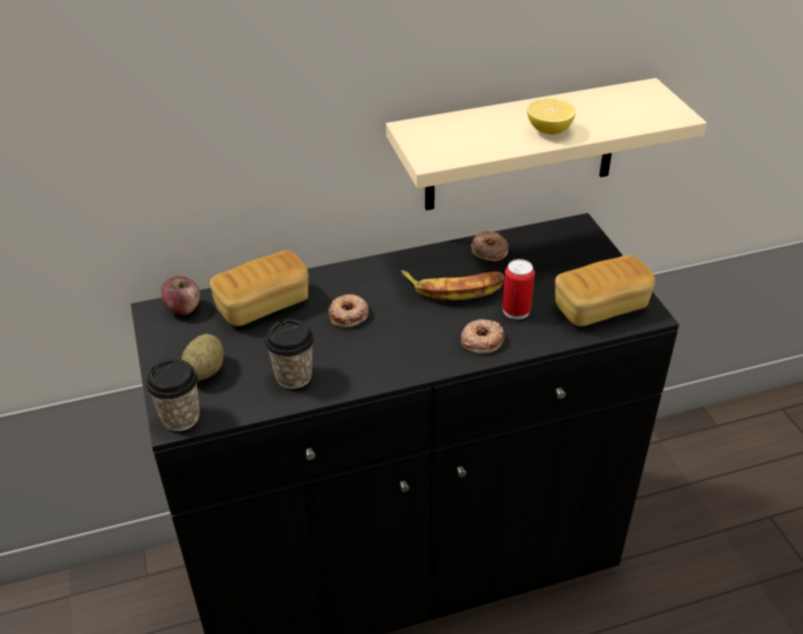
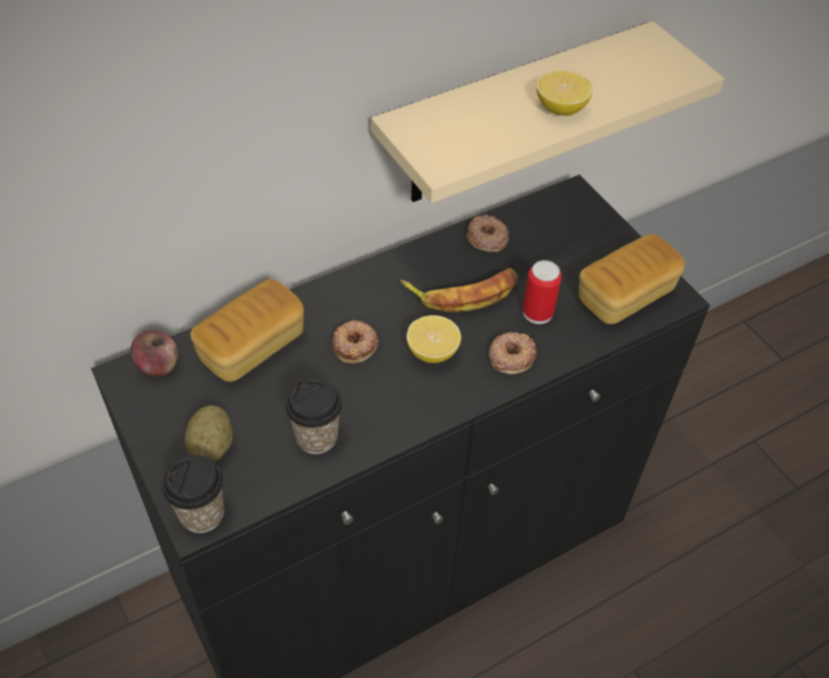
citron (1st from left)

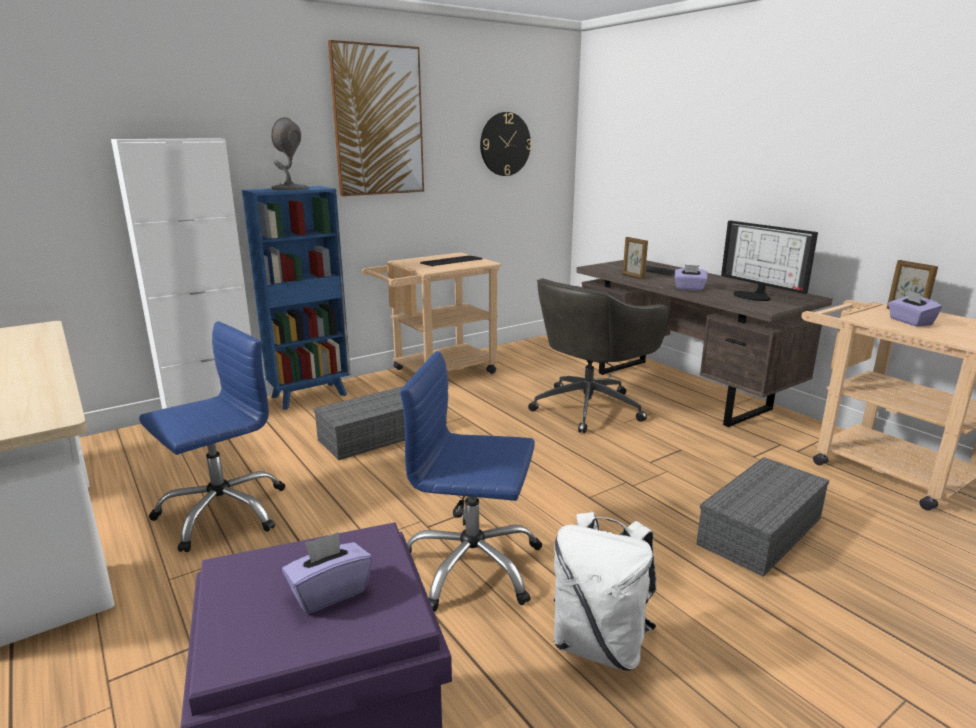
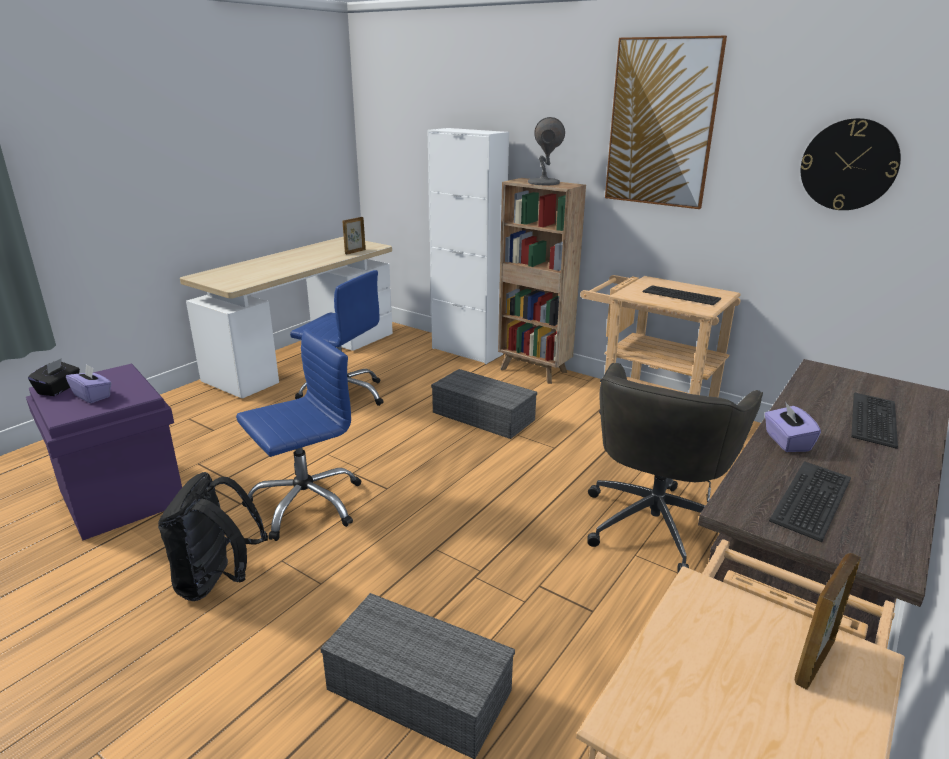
boîte à mouchoirs (noir); sac à dos (noir); chaise de bureau (bleu) (1st from left); cadre photo (1st from left); bibliothèque (marron); chaise de bureau (gris); clavier (2nd from left); boîte à mouchoirs (violet) (3rd from left in the first image)

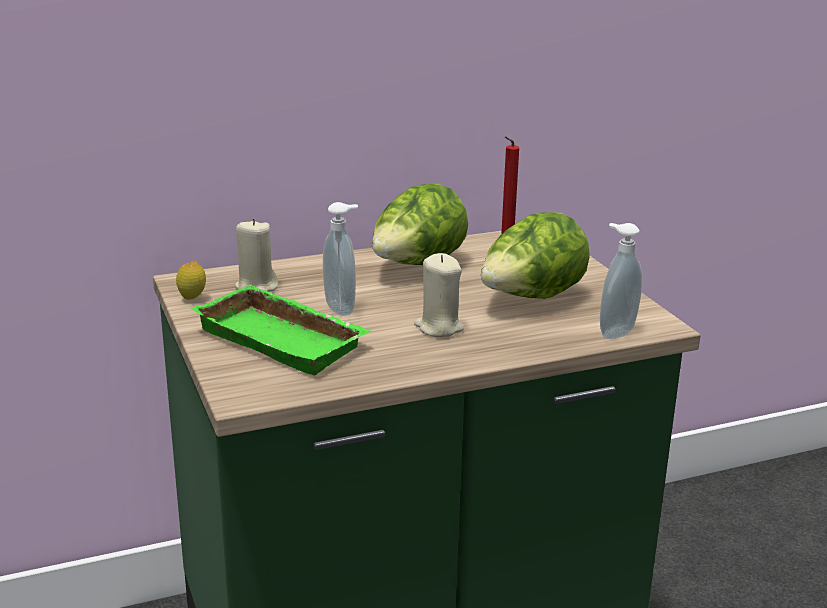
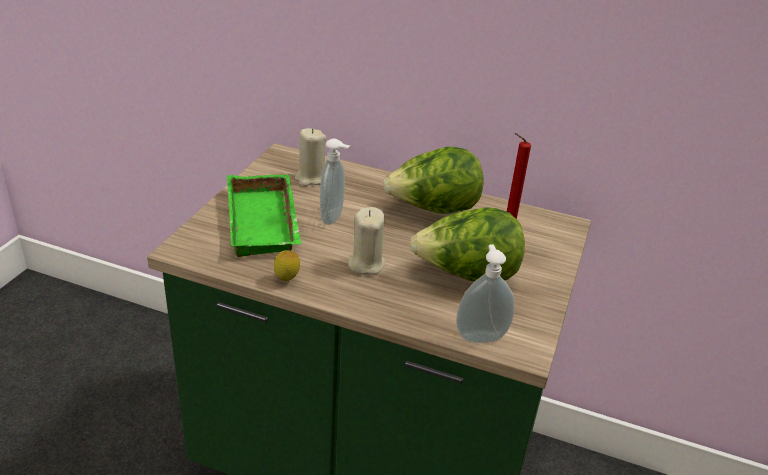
citron

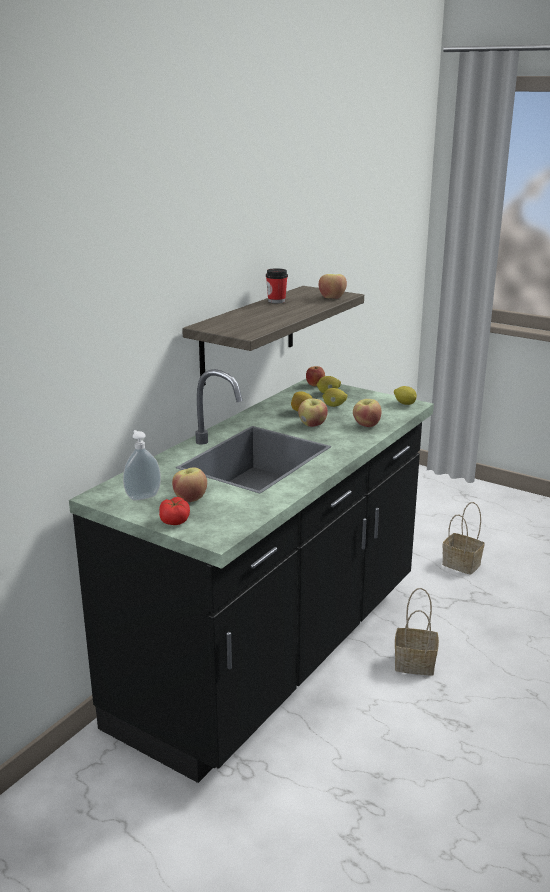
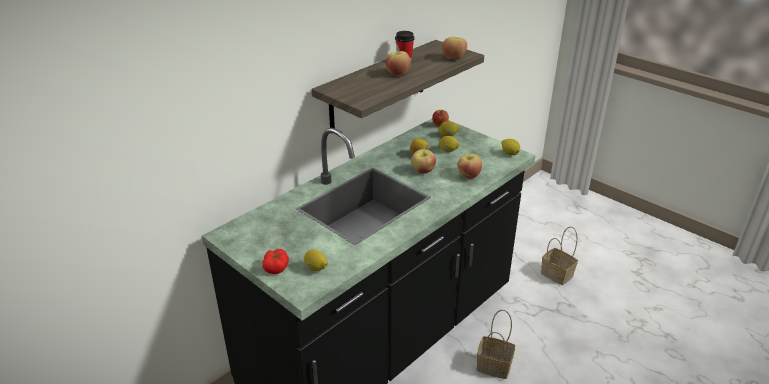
citron (1st from left); pomme (1st from left); distributeur de savon

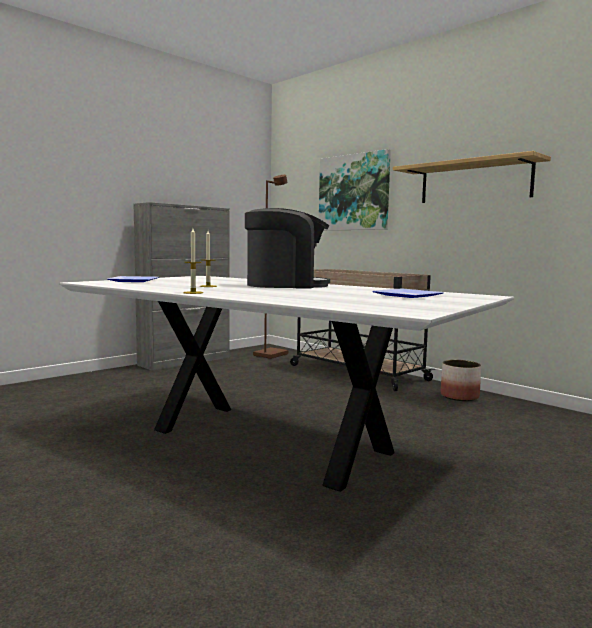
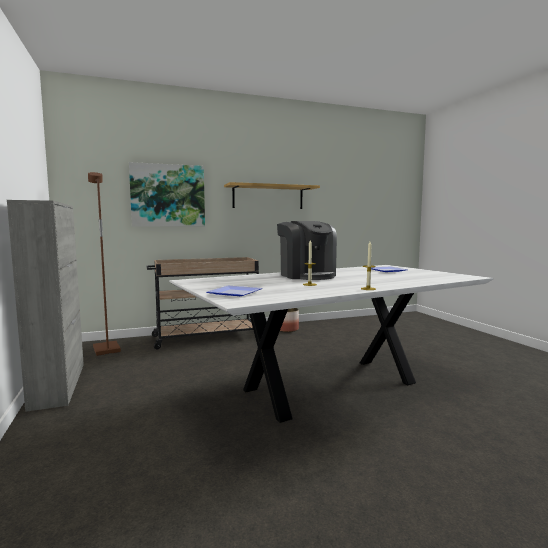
machine à café

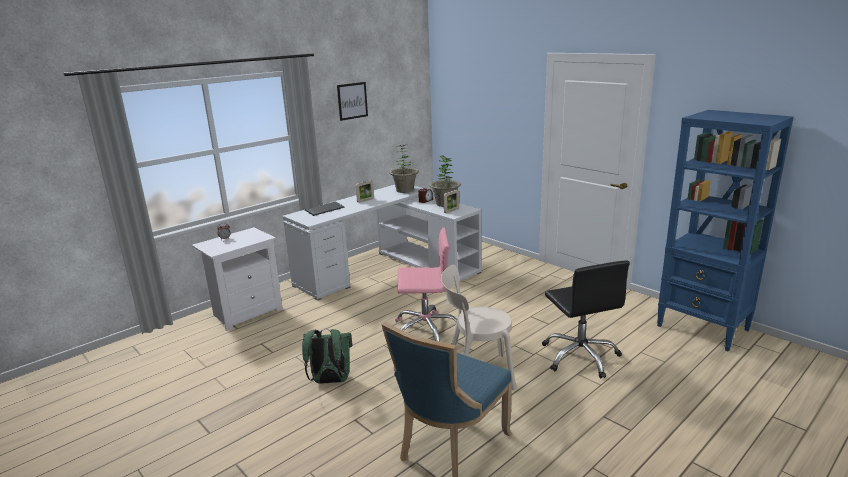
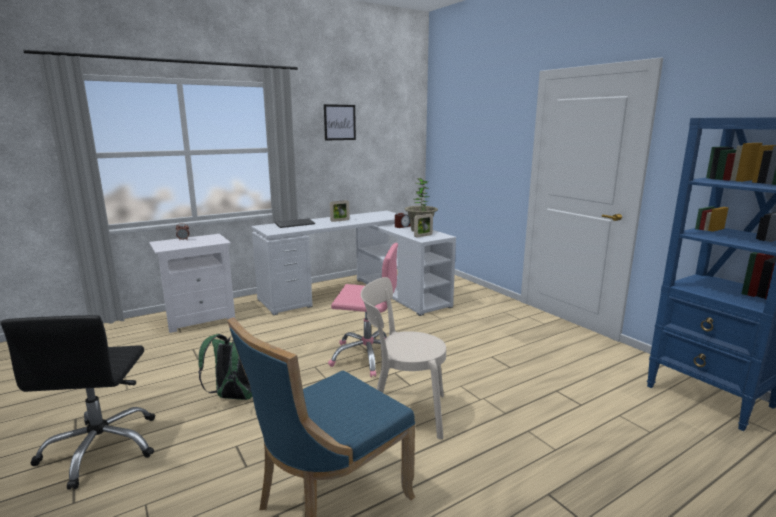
chaise de bureau (noir); plante en pot (1st from left in the first image)

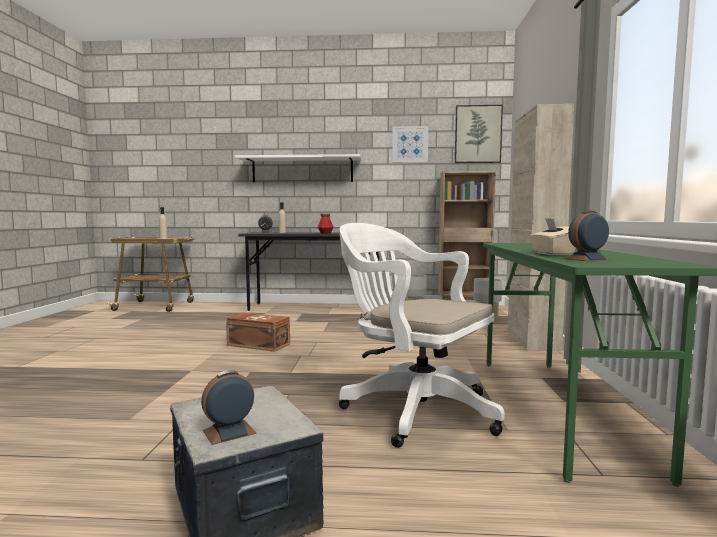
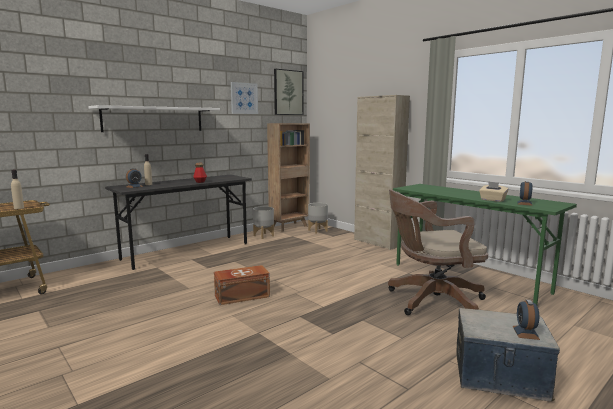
chaise de bureau (marron)

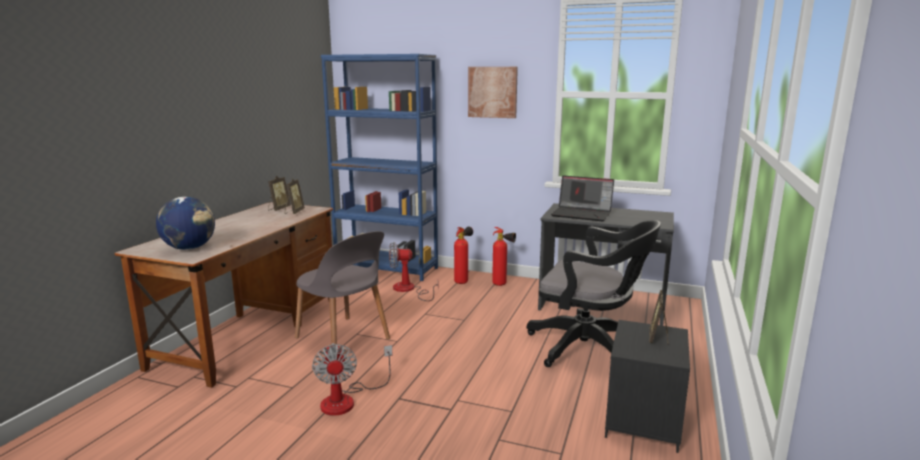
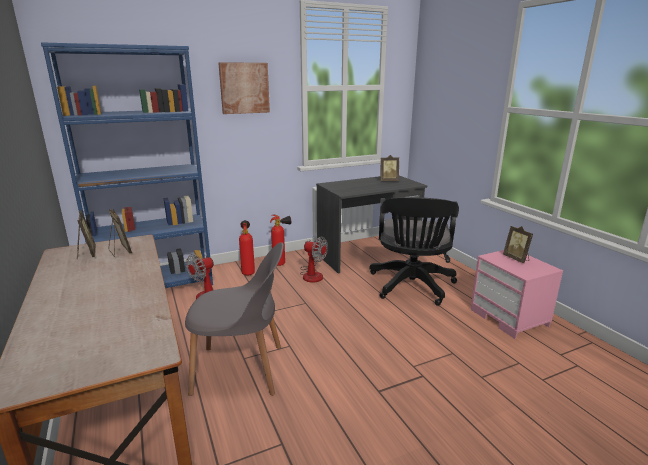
ventilateur (2nd from left); chaise de bureau (noir); cadre photo (3rd from left); table de chevet (rose); globe; ordinateur portable

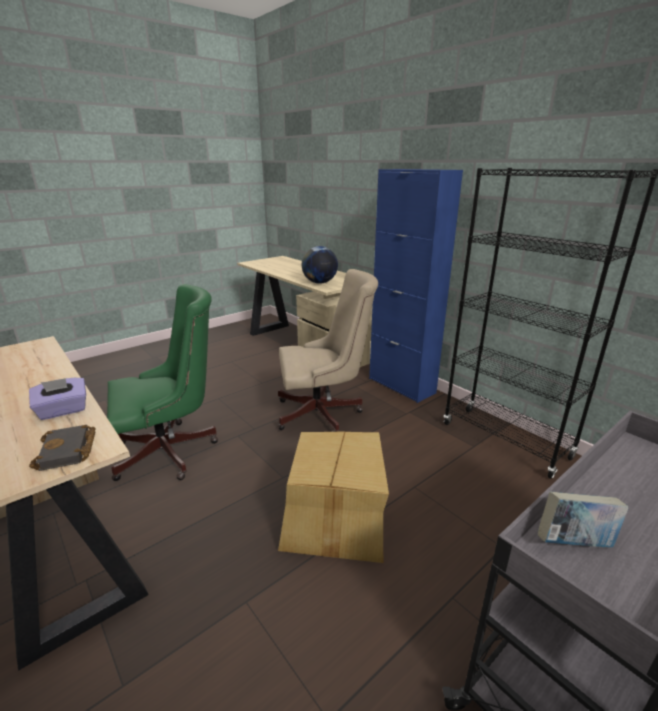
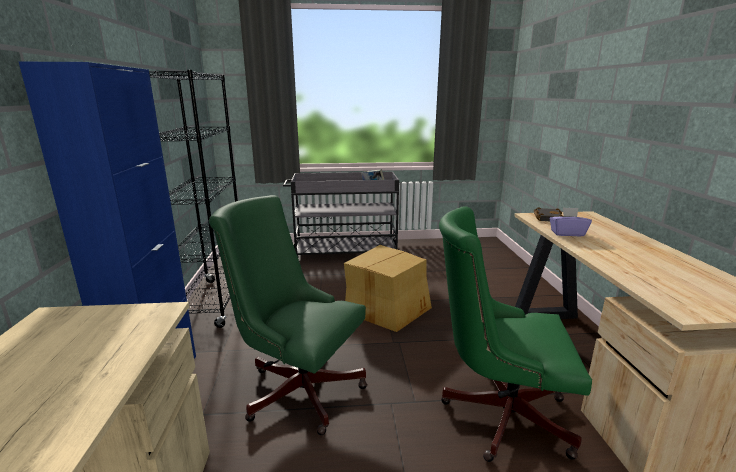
chaise de bureau (vert) (1st from left); globe

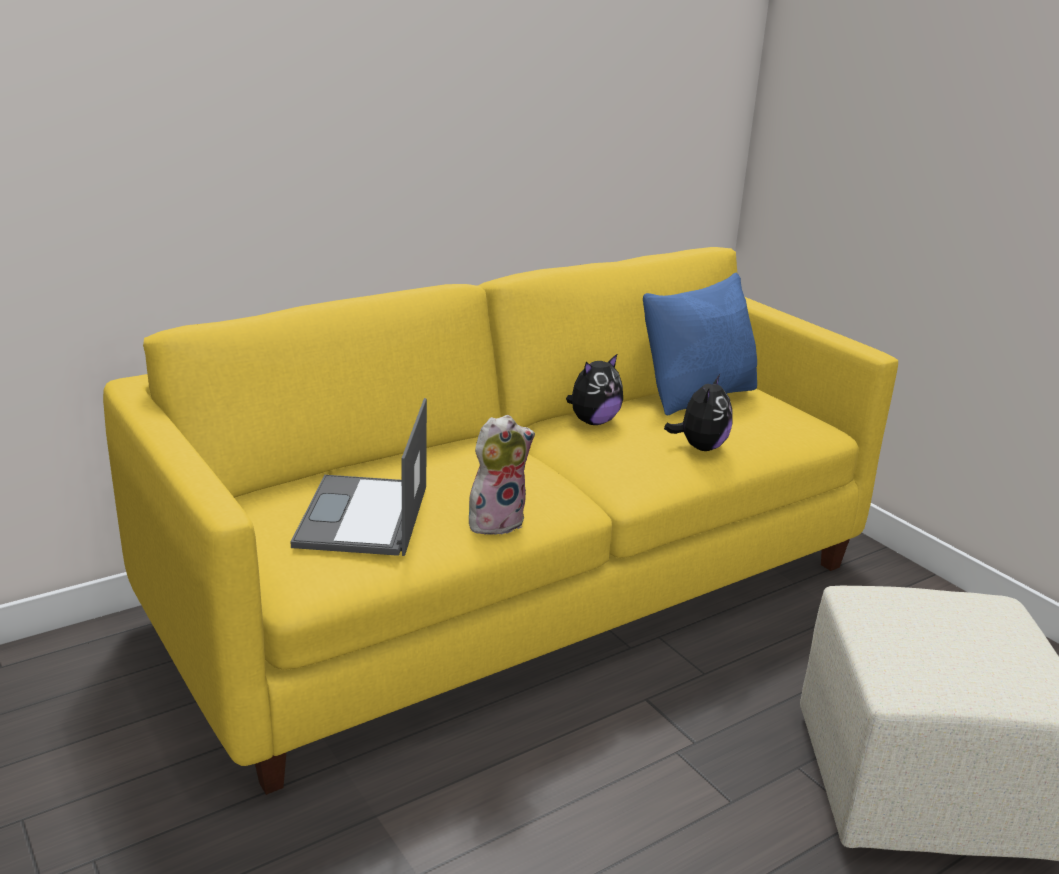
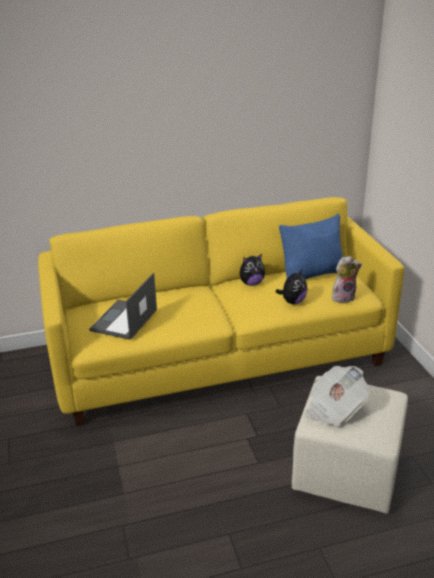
journal; peluche (3rd from left)

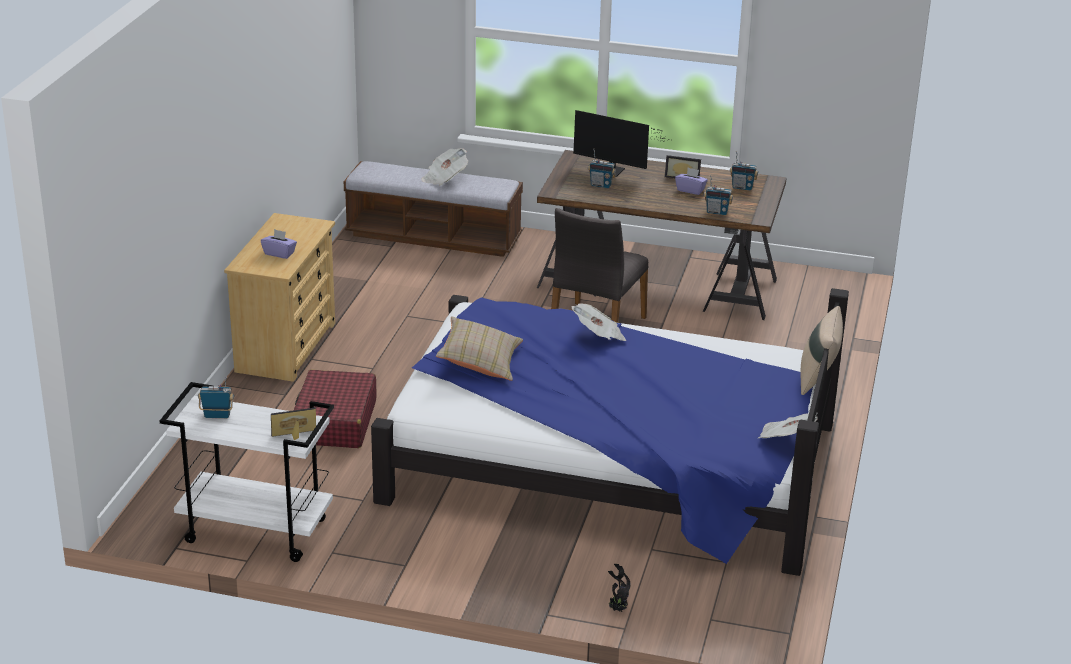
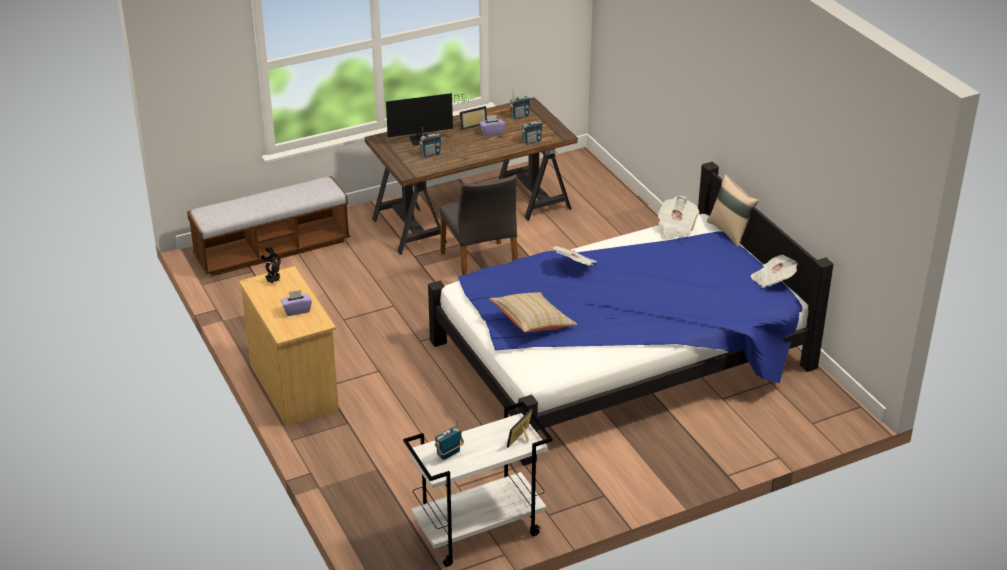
plante en pot; journal (2nd from left); valise (rouge)

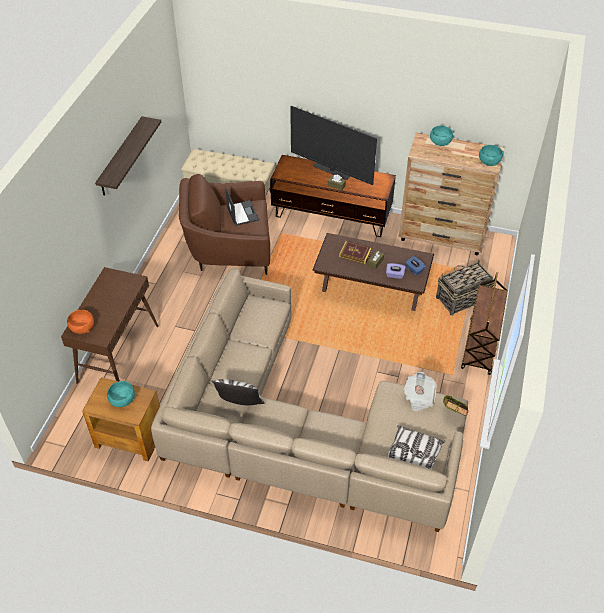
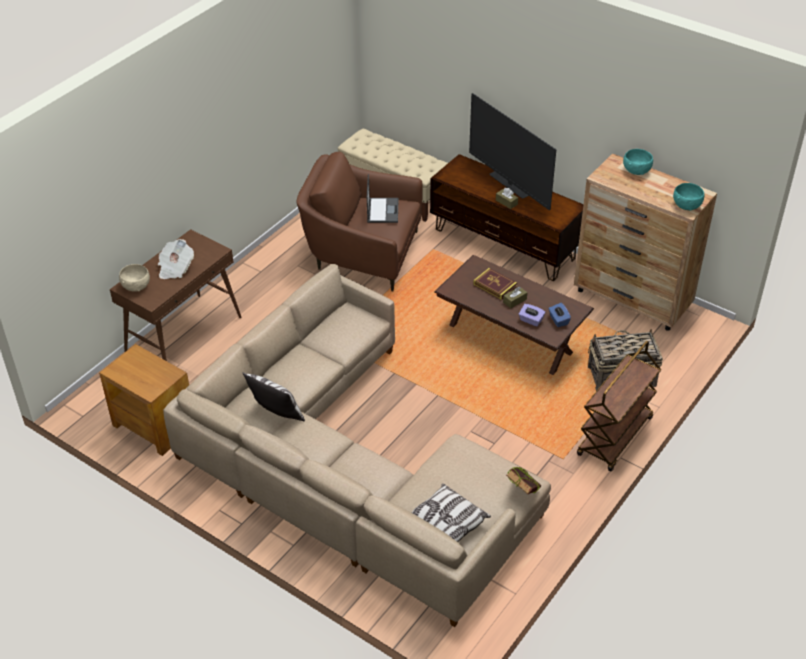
bol (beige); journal; étagère; bol (turquoise) (1st from left in the first image)

